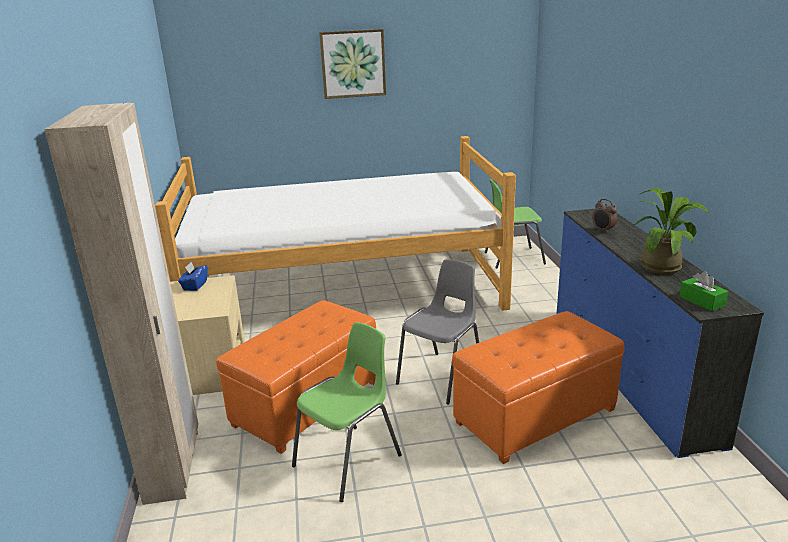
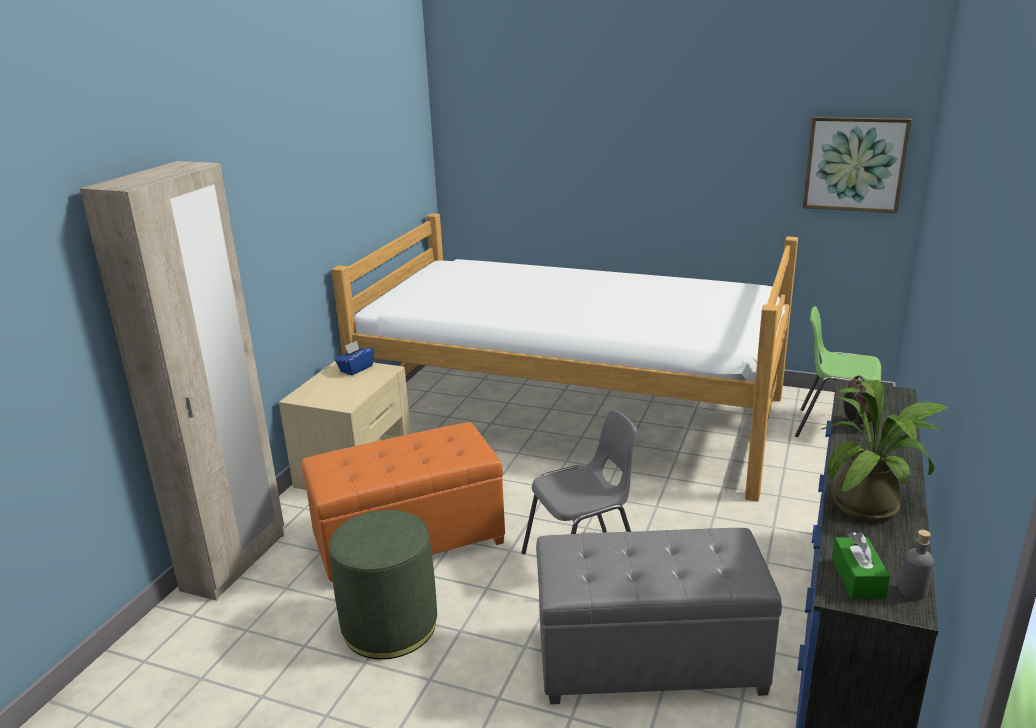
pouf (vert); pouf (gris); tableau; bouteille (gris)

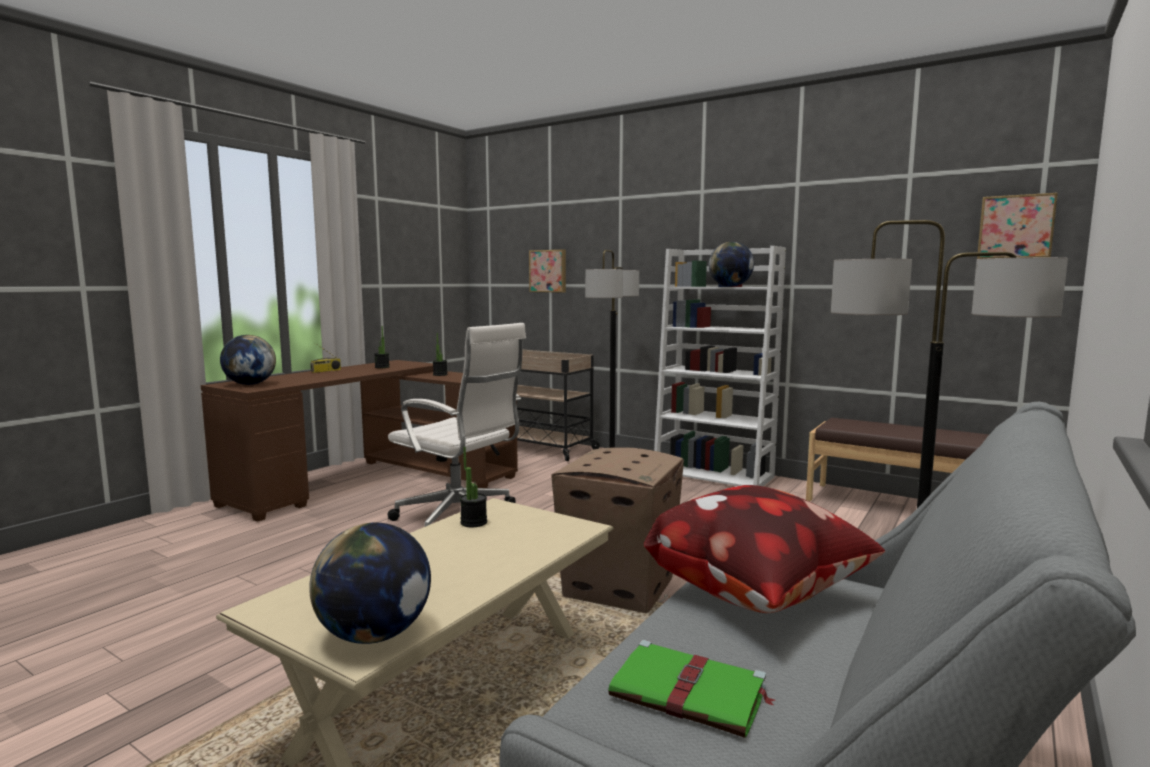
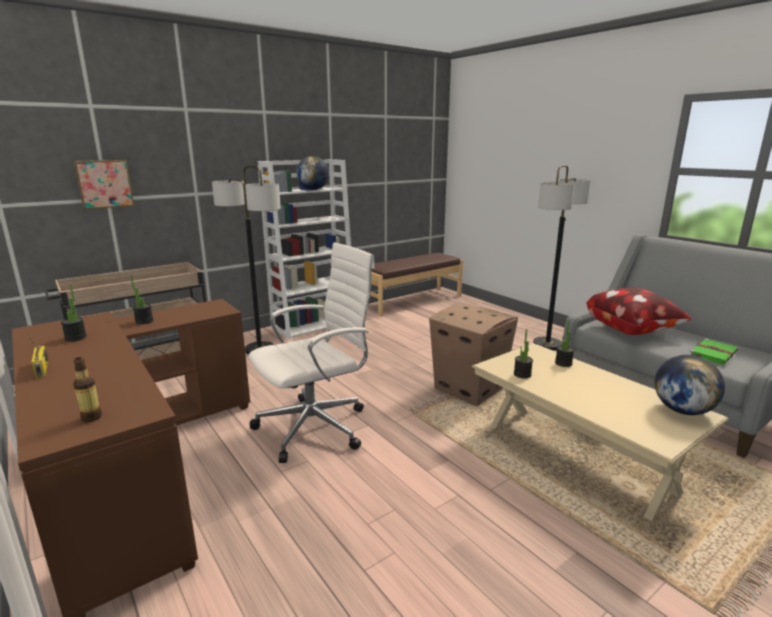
bouteille; plante en pot (4th from left); tableau (2nd from left in the first image)

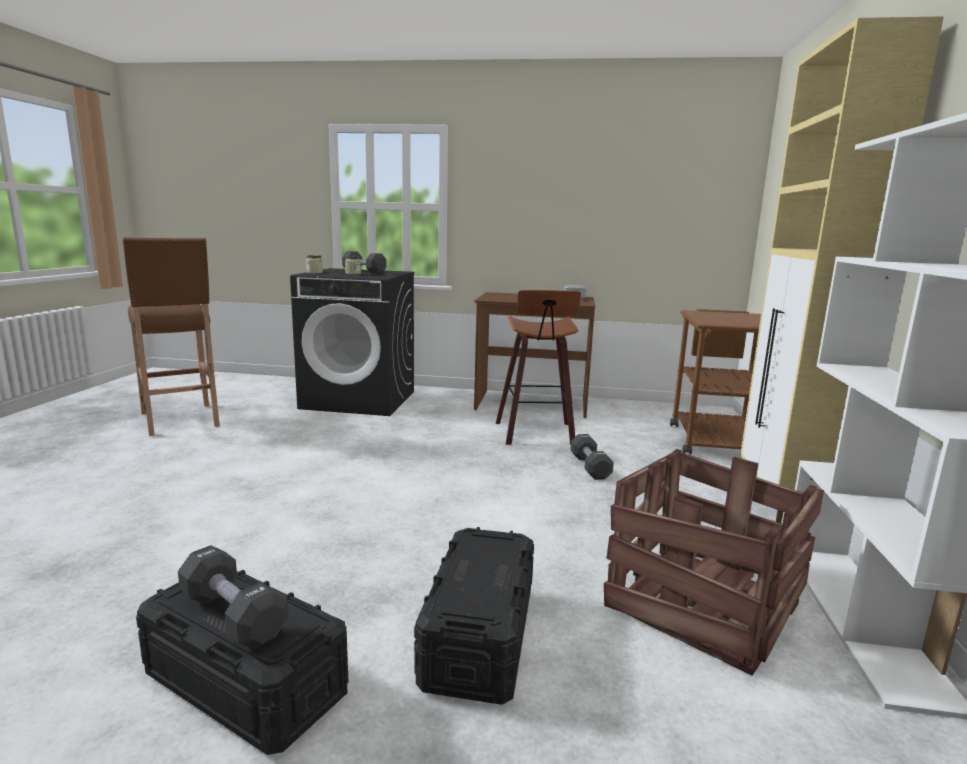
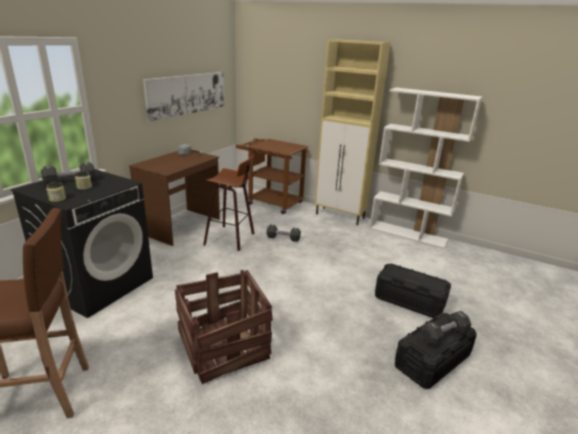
tableau; caisse

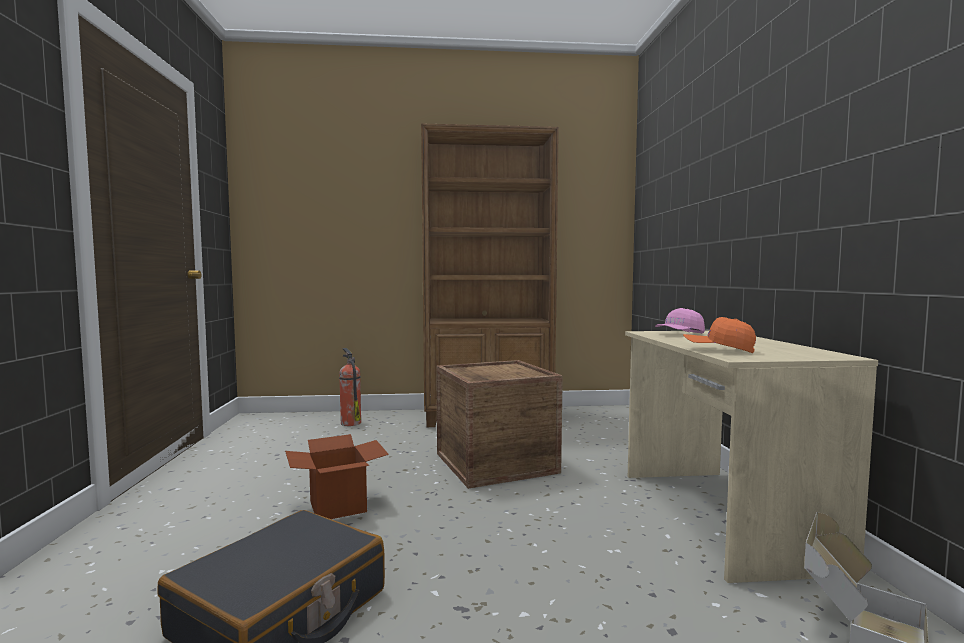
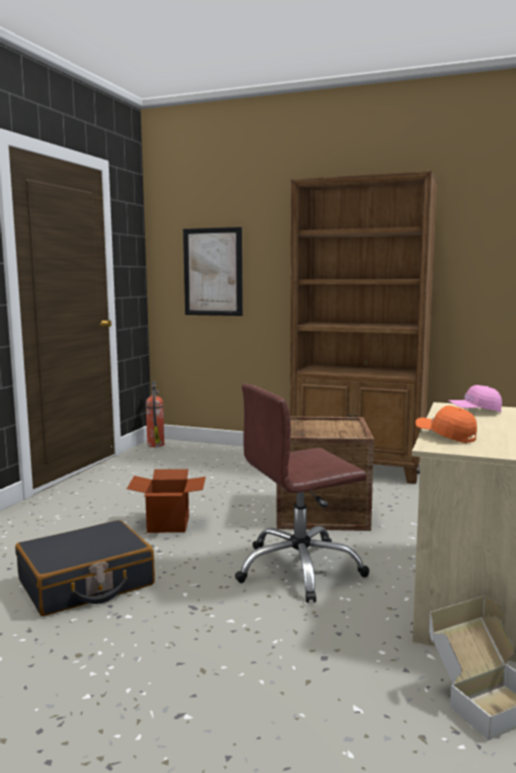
extincteur; tableau; chaise de bureau (marron)

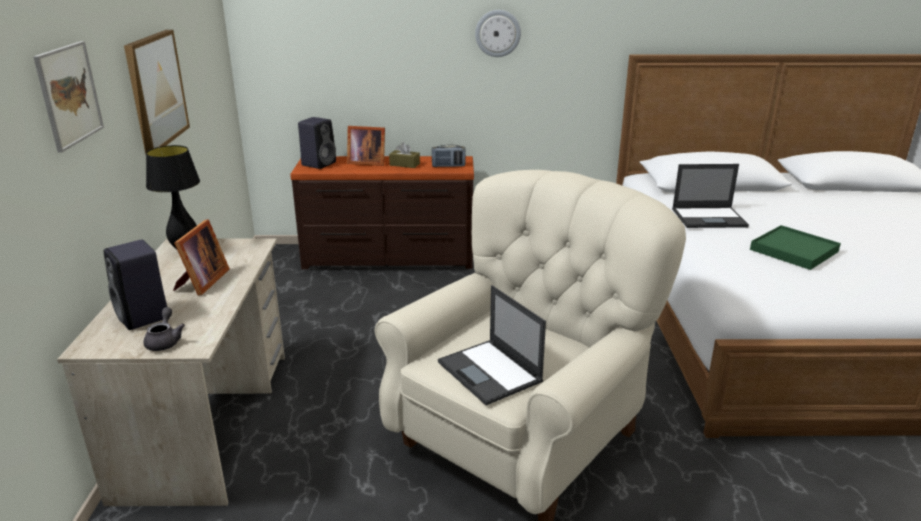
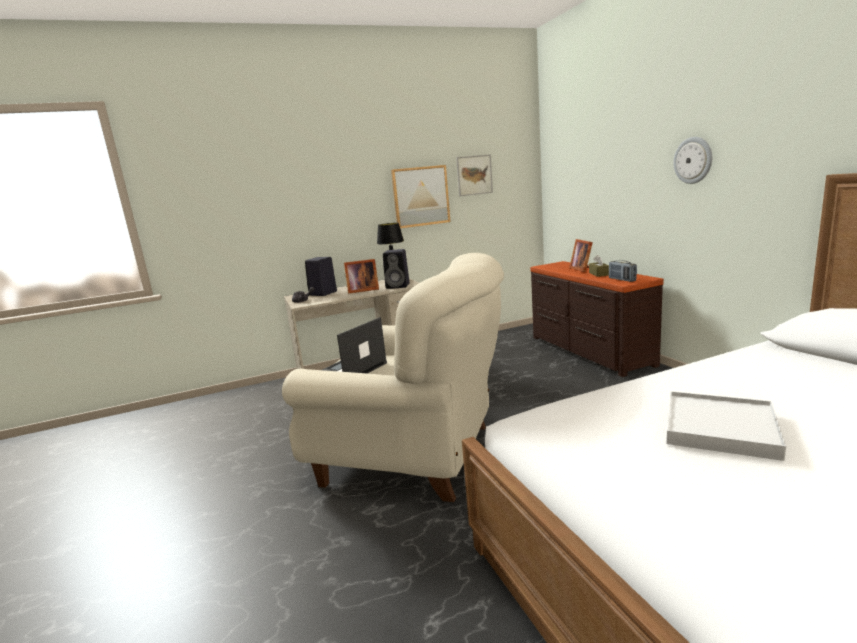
enceinte (noir) (2nd from left); tableau (2nd from left); plateau (blanc); ordinateur portable (2nd from left in the first image)

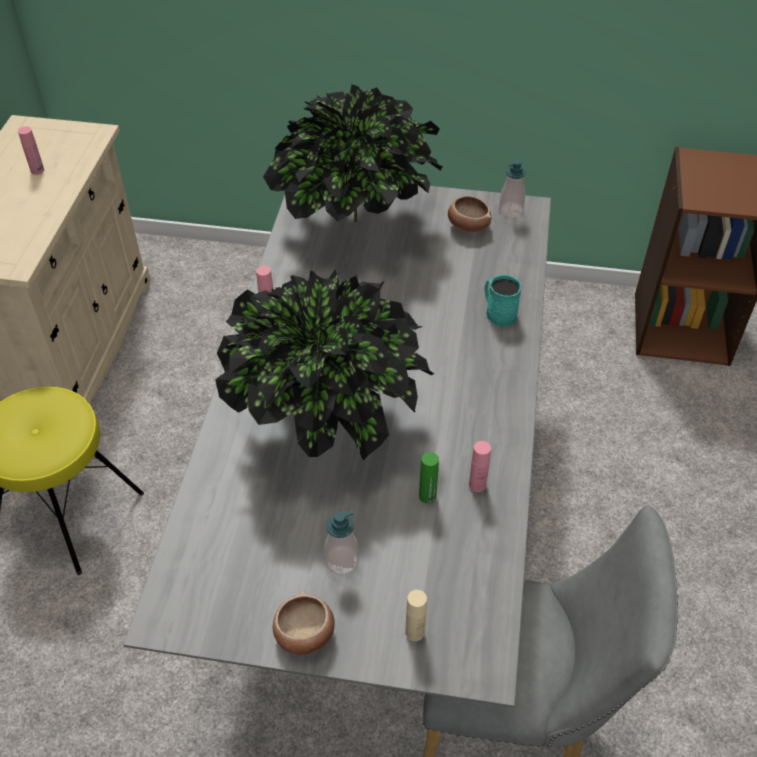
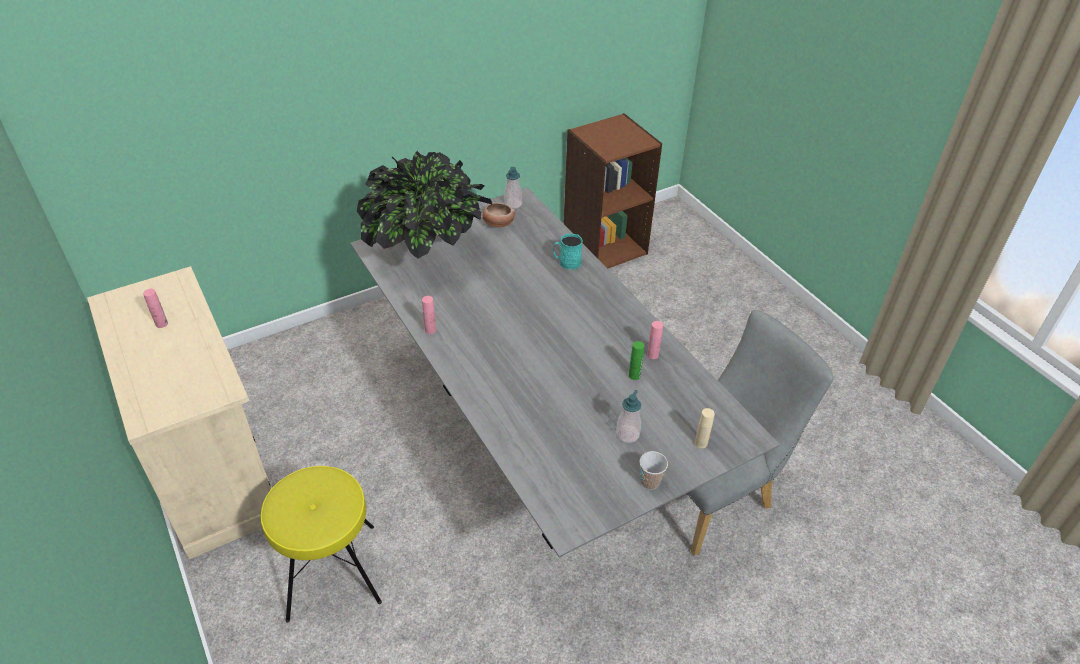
tasse; plante en pot (1st from left in the first image)

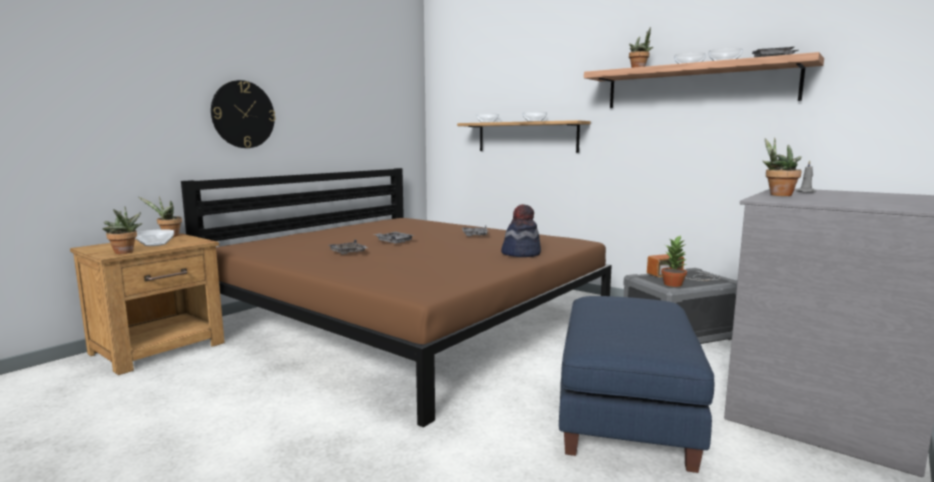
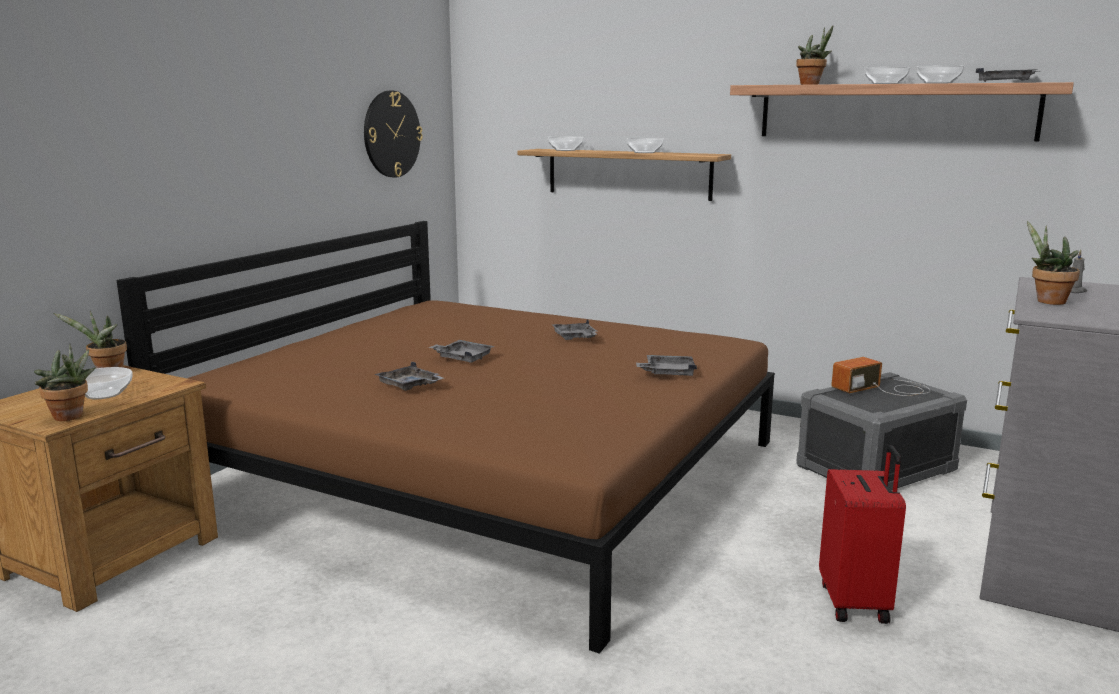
horloge murale; plateau (gris) (4th from left); valise (rouge); plante en pot (4th from left in the first image)

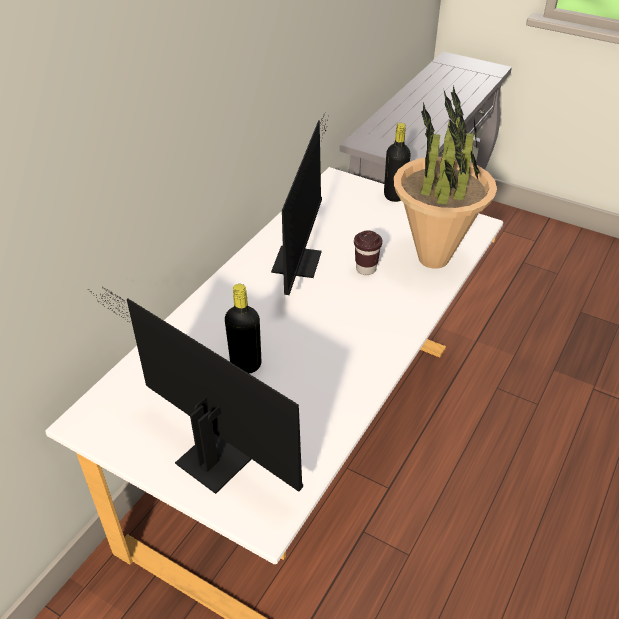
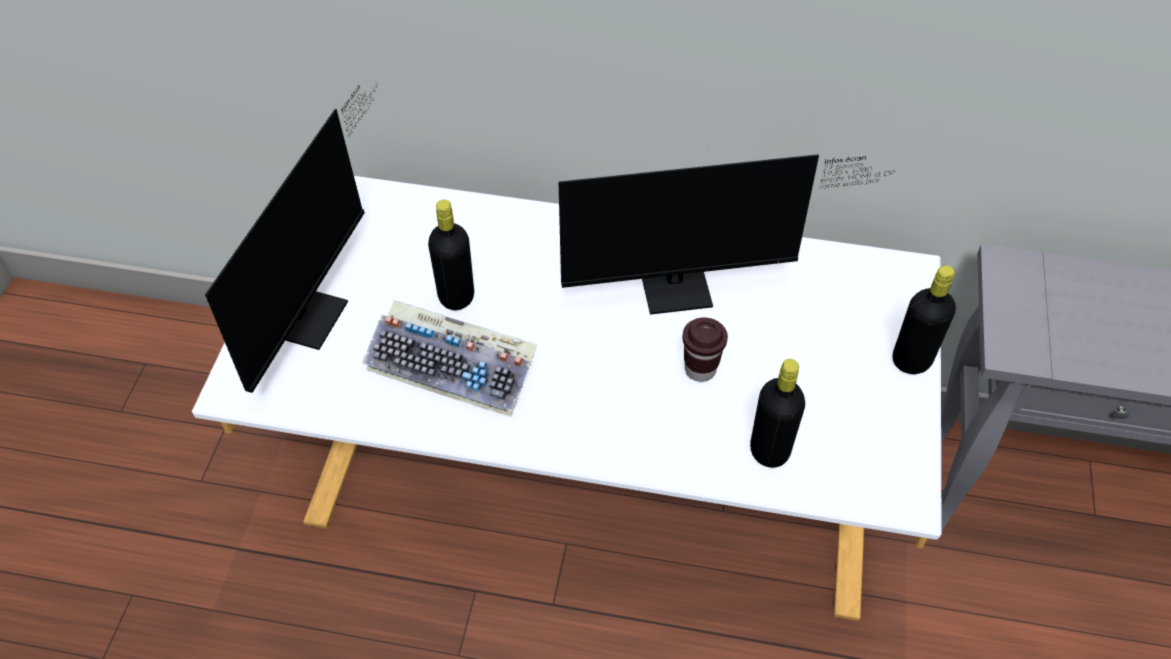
clavier; bouteille (noir) (2nd from left)

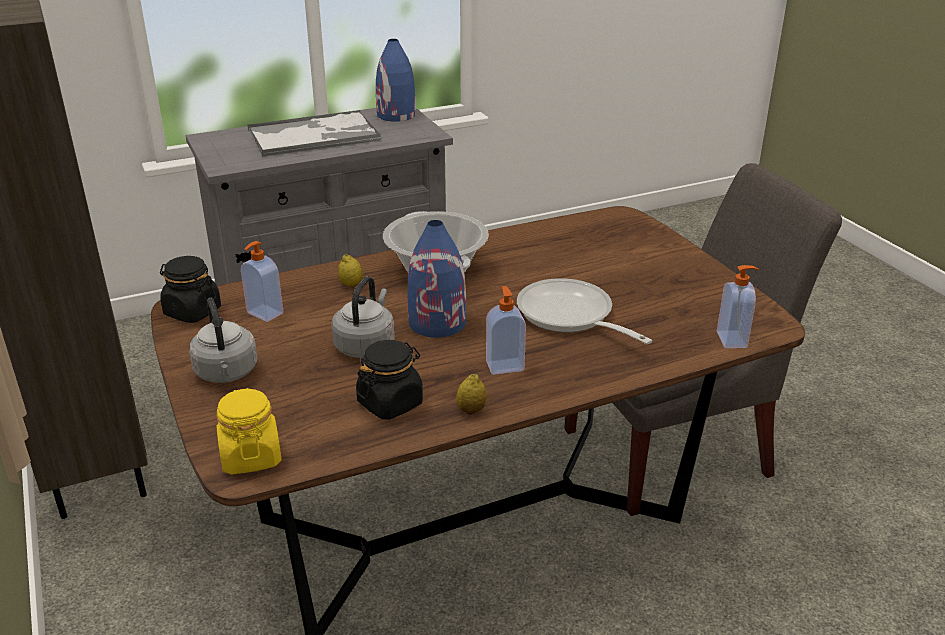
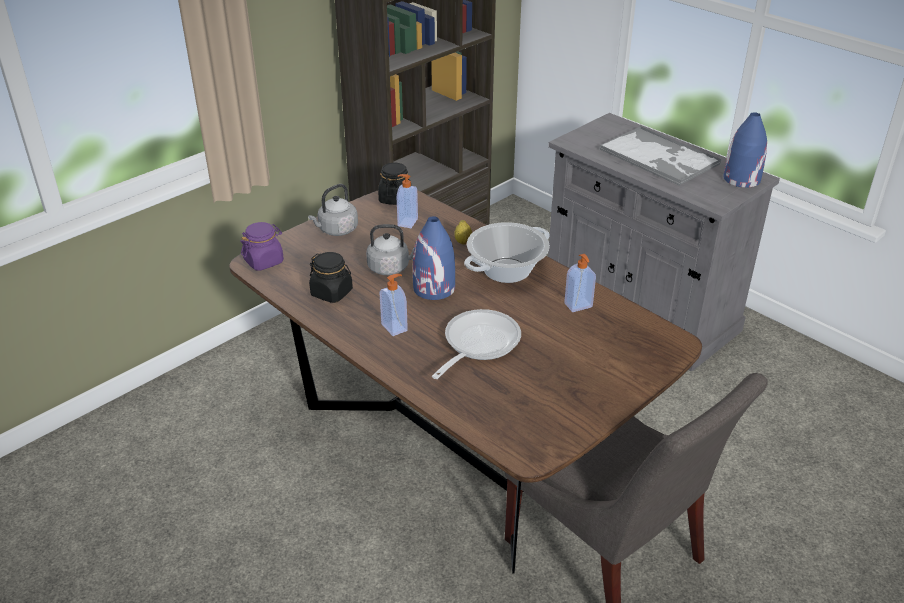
bocal (violet); distributeur de savon (3rd from left); citron (2nd from left in the first image)

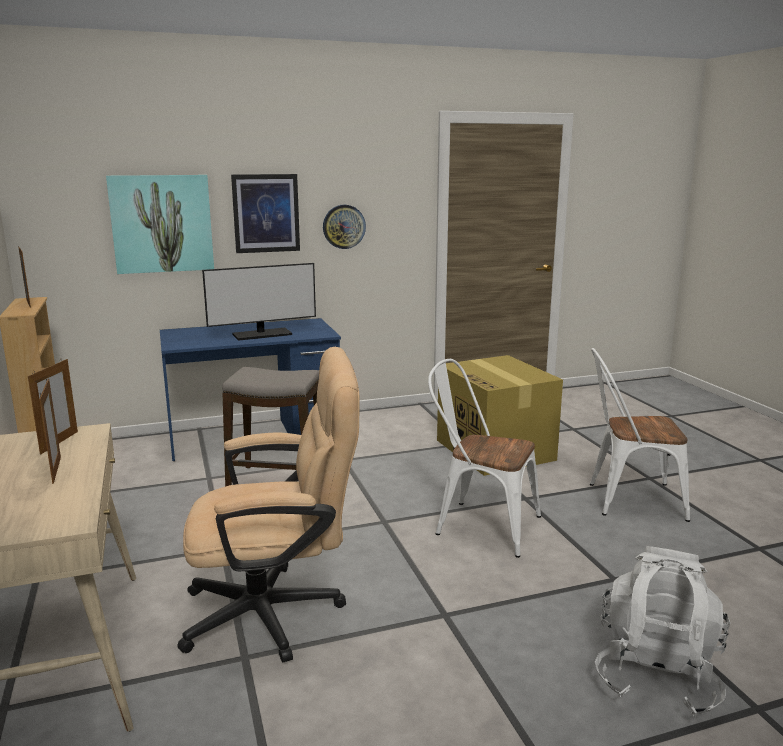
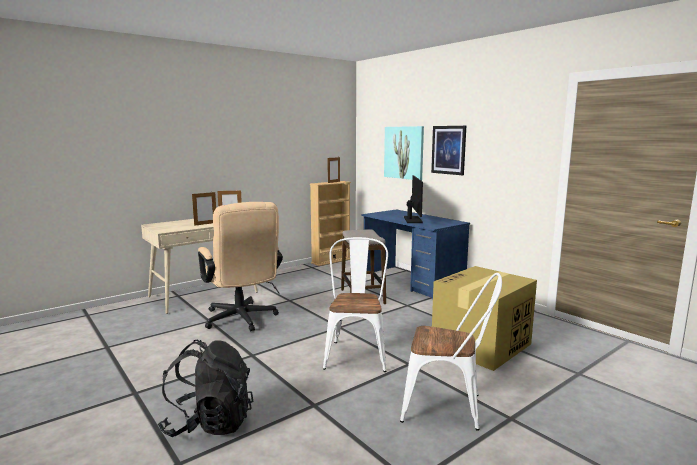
sac à dos (noir); chaise (blanc) (2nd from left); écran d'ordinateur; horloge murale

